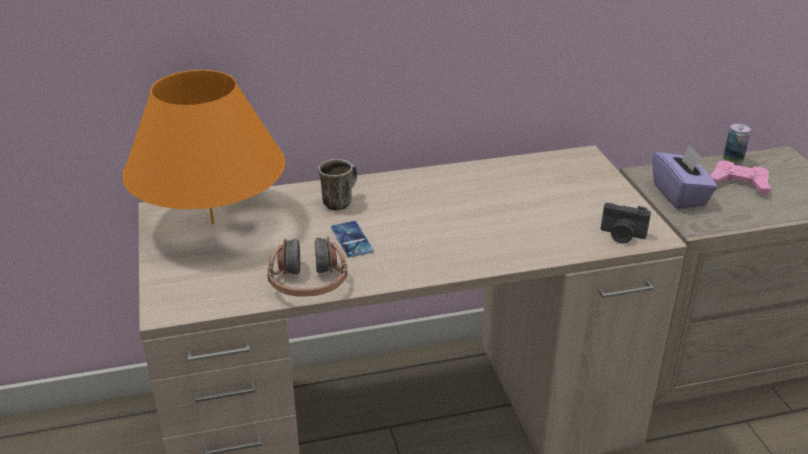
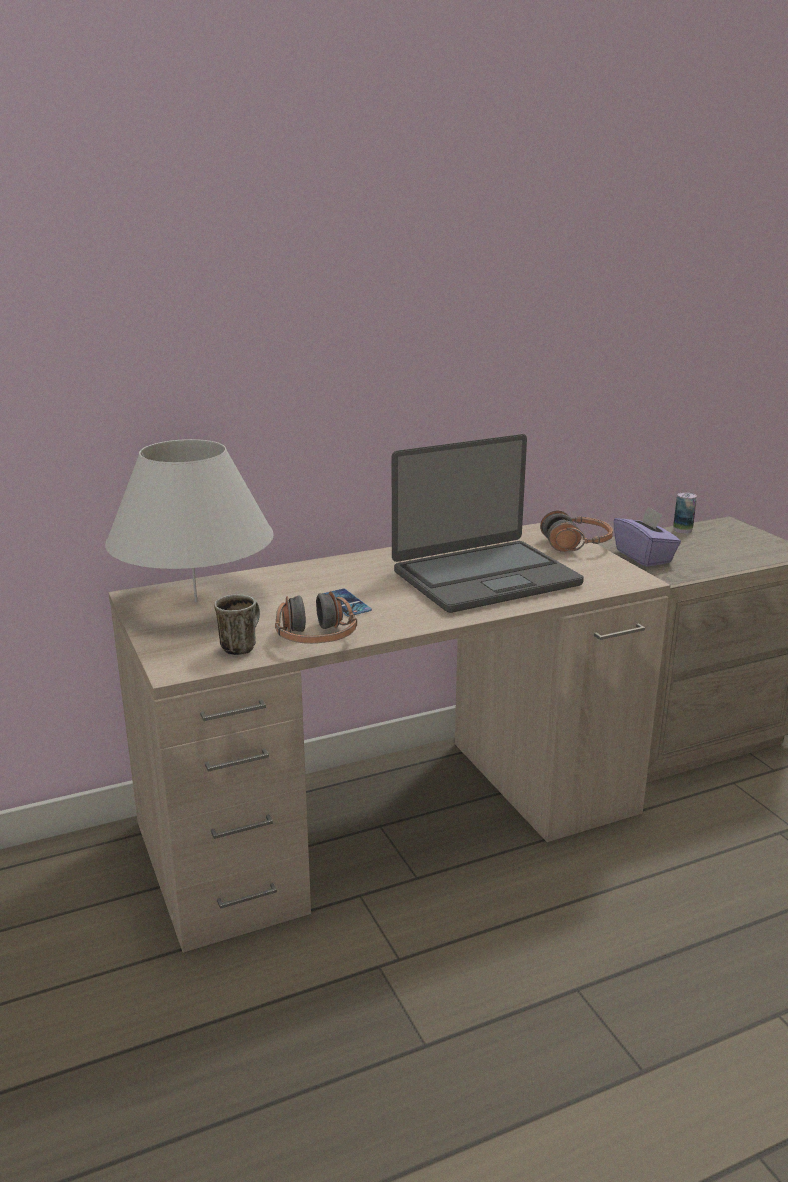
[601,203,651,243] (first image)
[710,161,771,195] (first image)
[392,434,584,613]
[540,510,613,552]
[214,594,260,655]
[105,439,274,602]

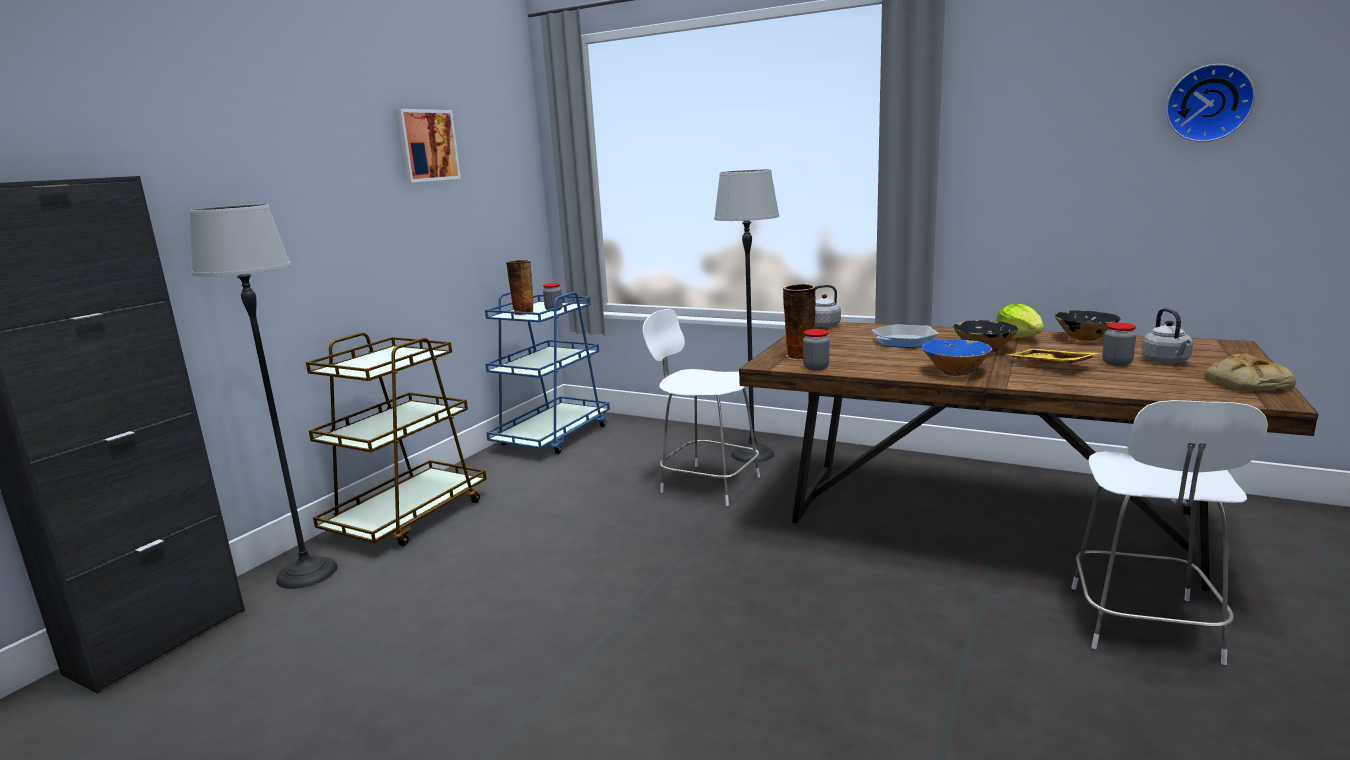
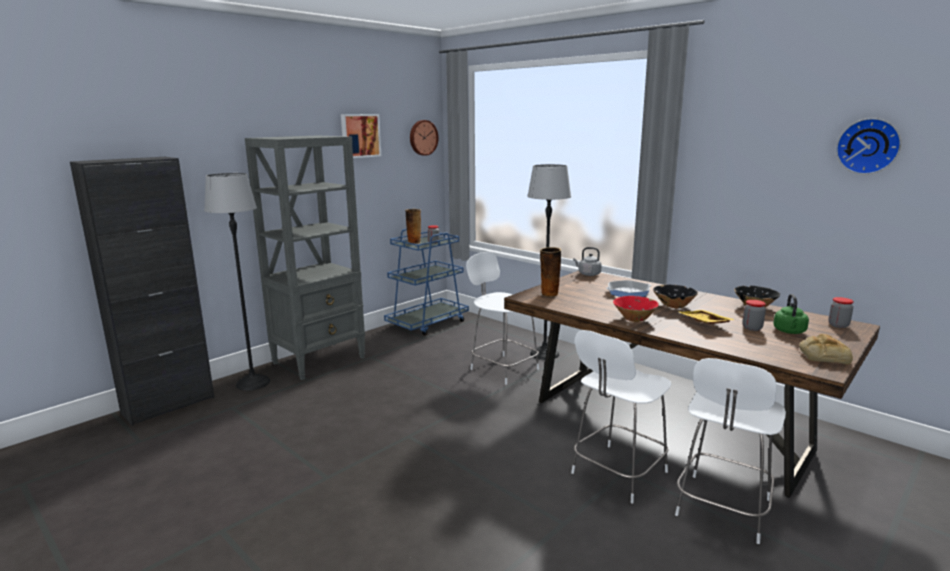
[996,304,1044,339] (first image)
[410,120,438,156]
[571,330,672,504]
[828,297,854,328]
[245,136,365,380]
[613,296,659,322]
[773,294,809,334]

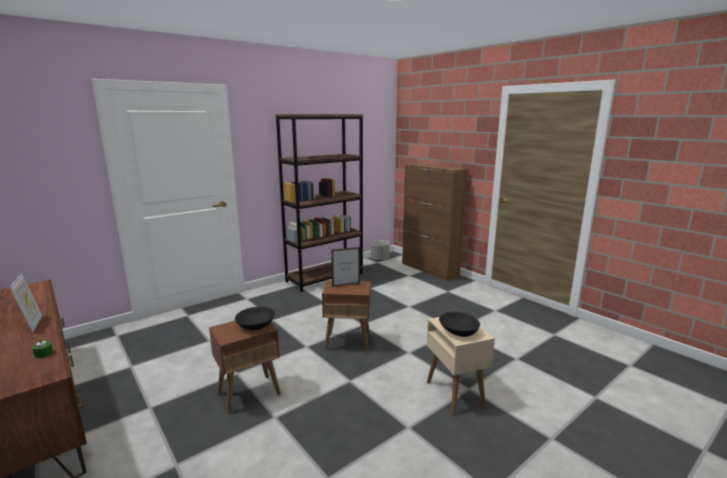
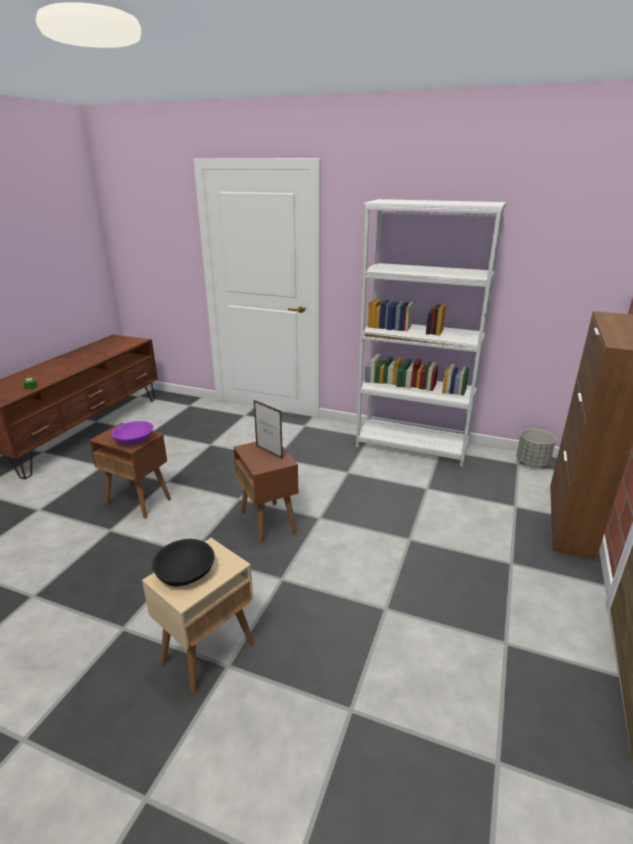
[9,273,42,333] (first image)
[111,421,154,445]
[356,199,506,467]

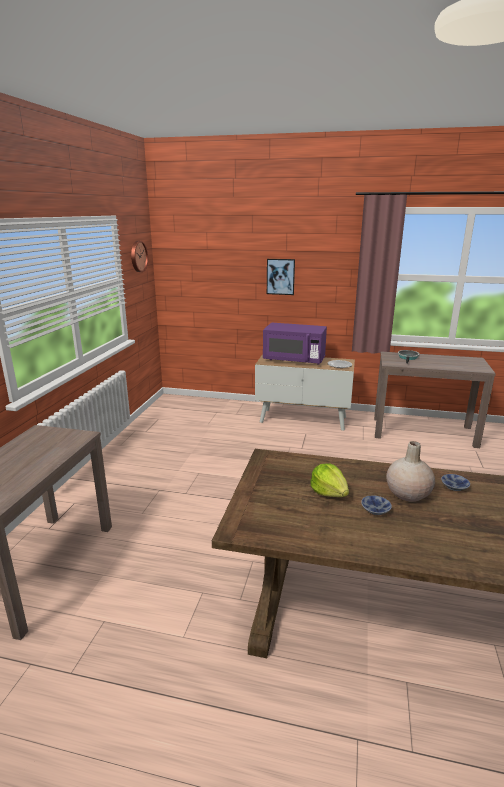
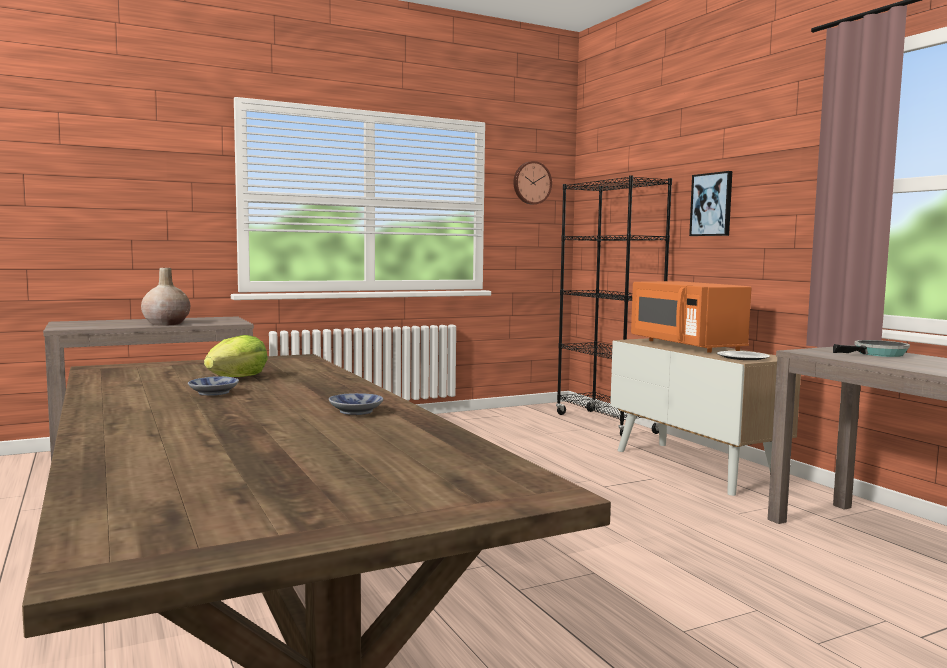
[556,175,672,436]
[141,268,190,326]
[631,281,751,353]

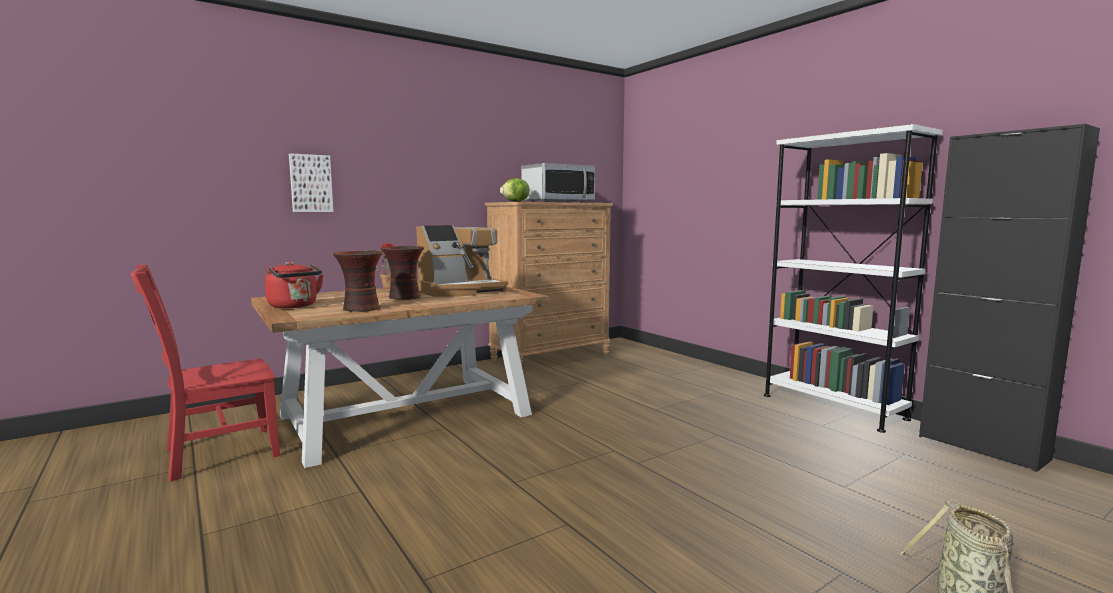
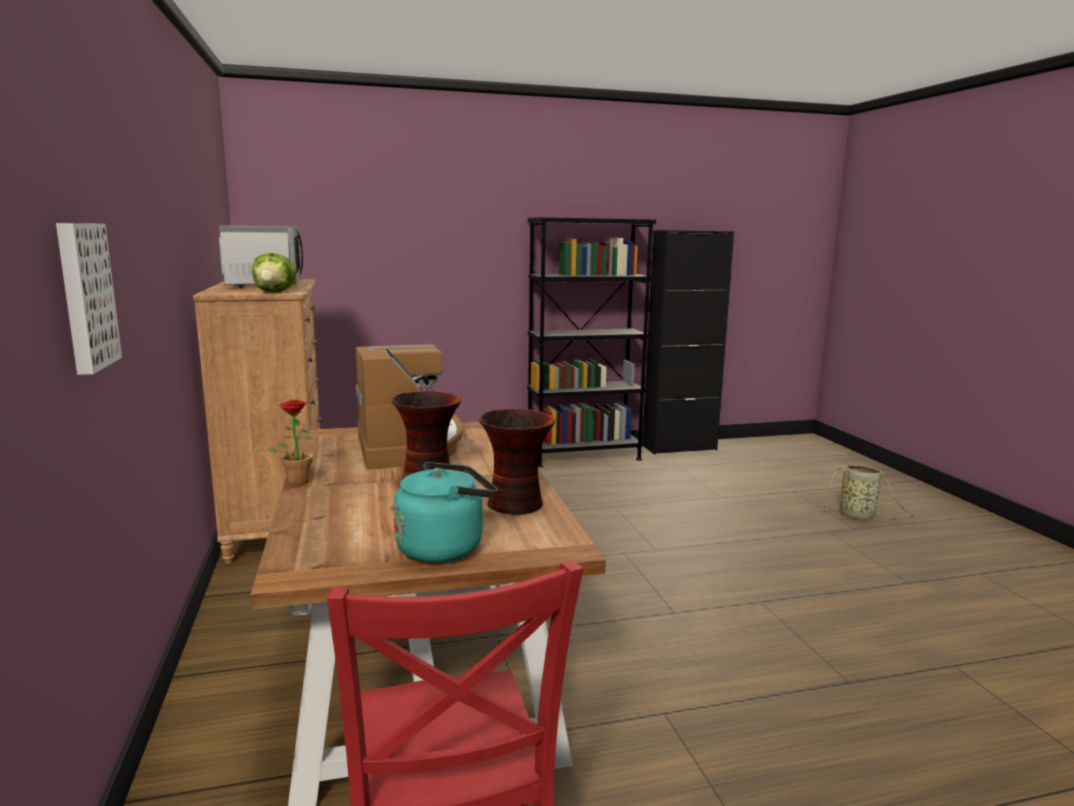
[393,462,498,563]
[527,217,656,468]

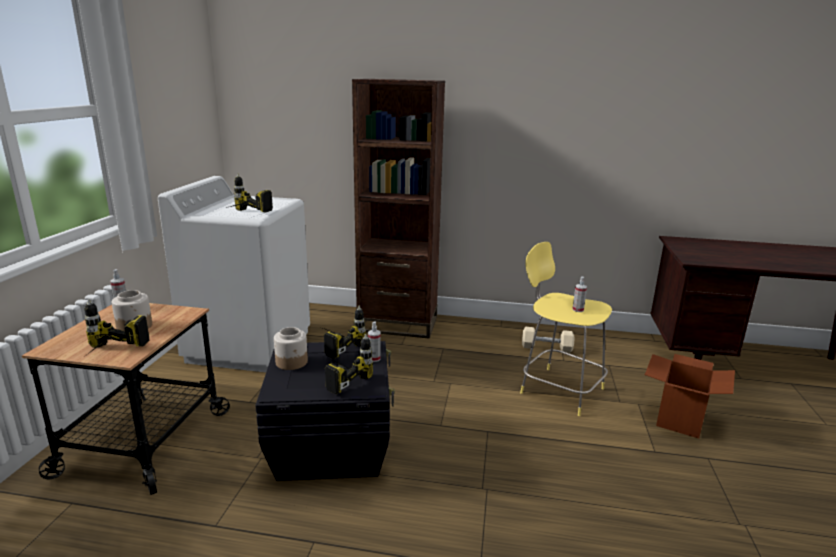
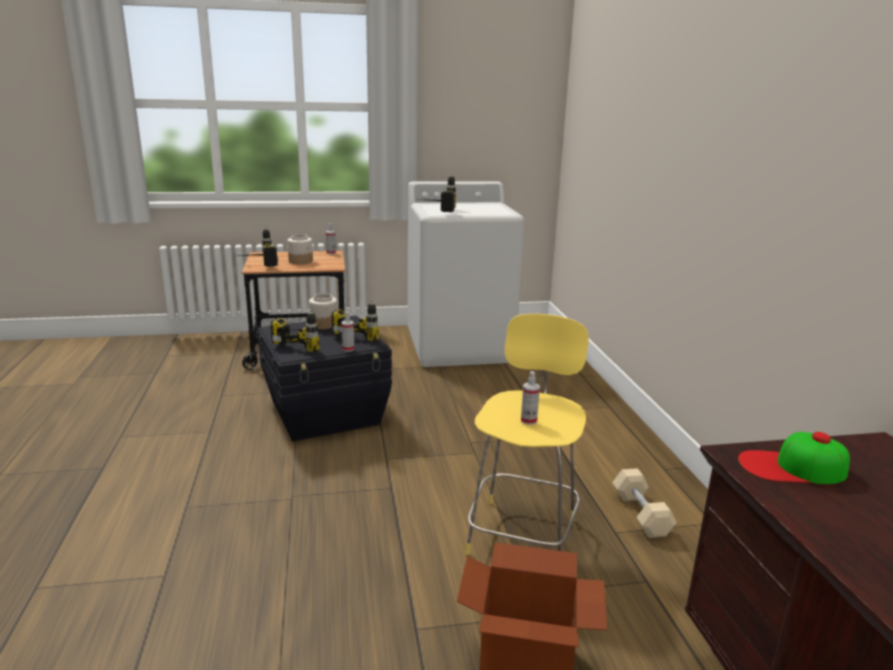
[352,79,445,339] (first image)
[738,432,850,484]

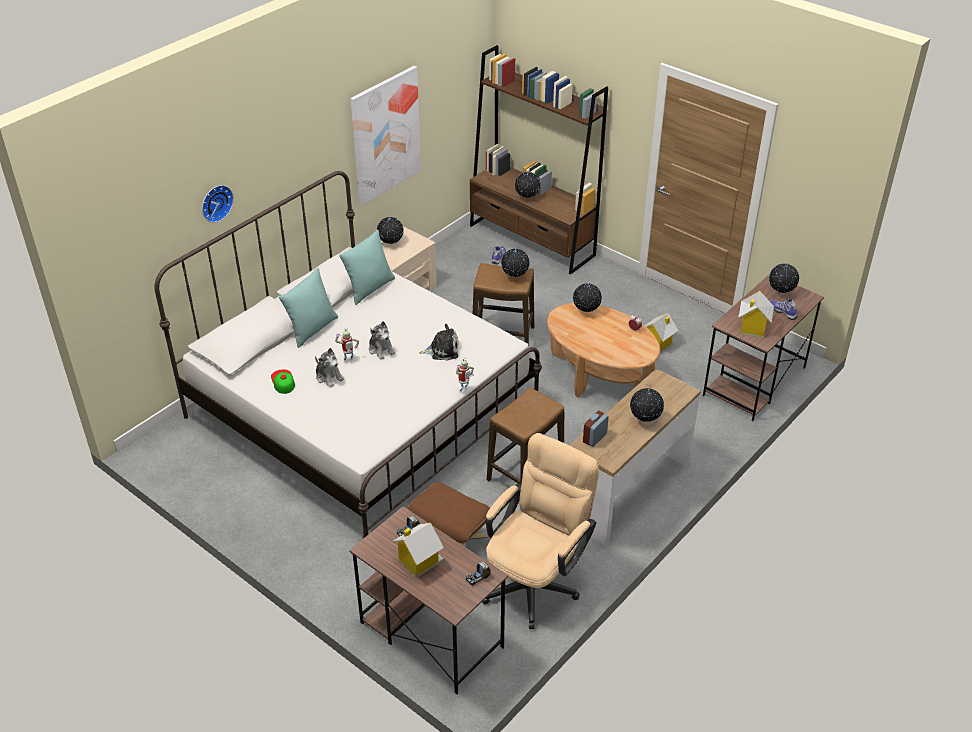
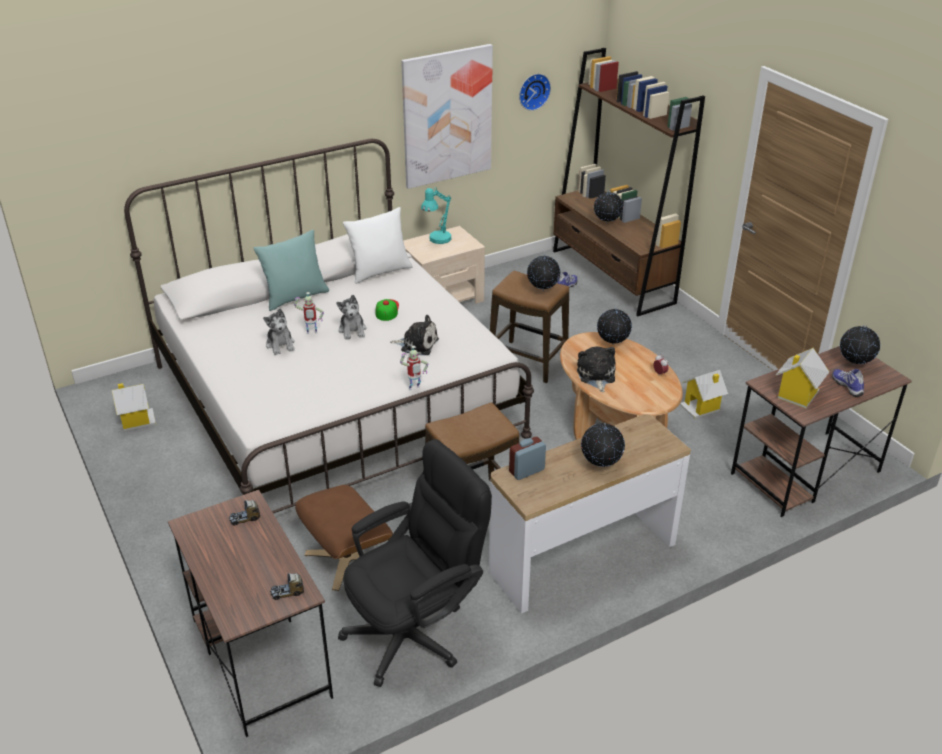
[577,346,616,392]
[519,74,551,111]
[375,299,399,321]
[112,383,156,431]
[421,187,451,244]
[343,207,413,284]
[338,439,492,687]

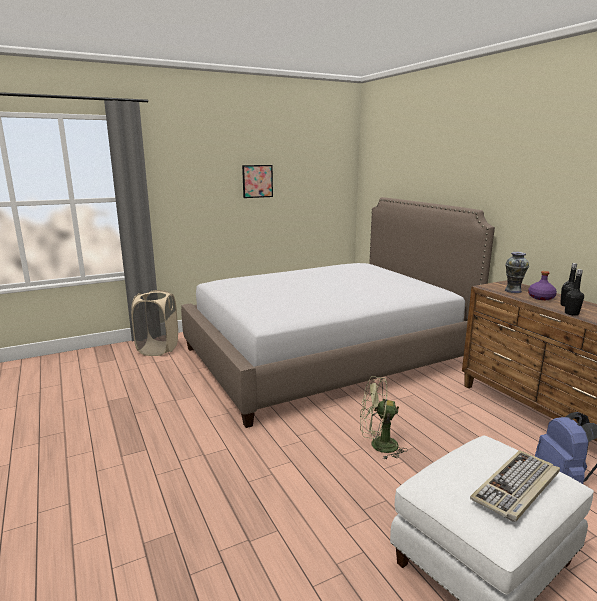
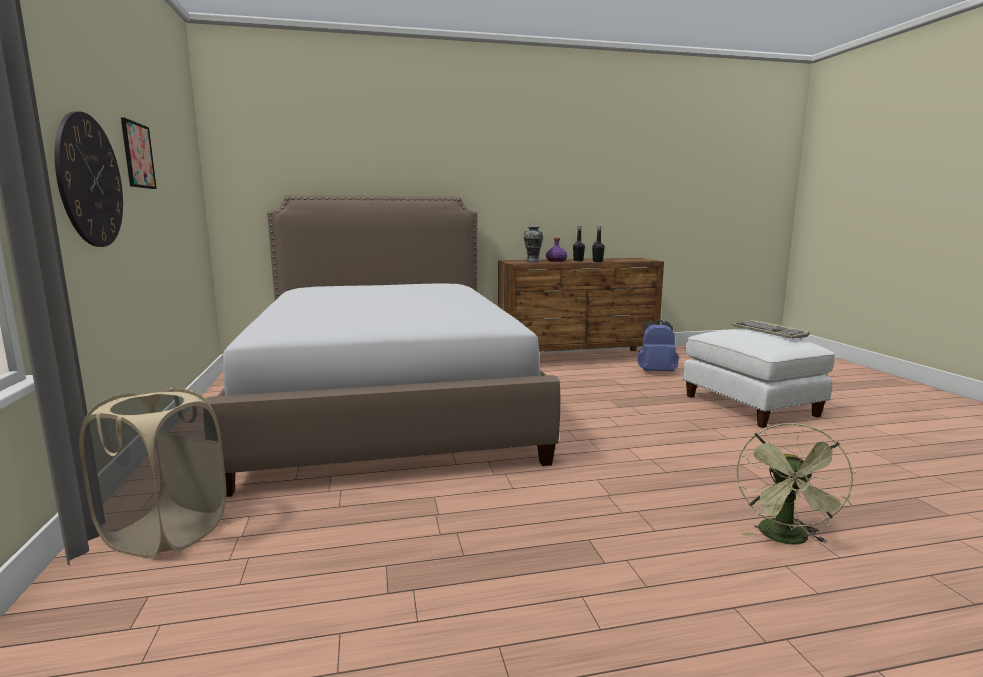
[54,111,123,247]
[736,423,856,545]

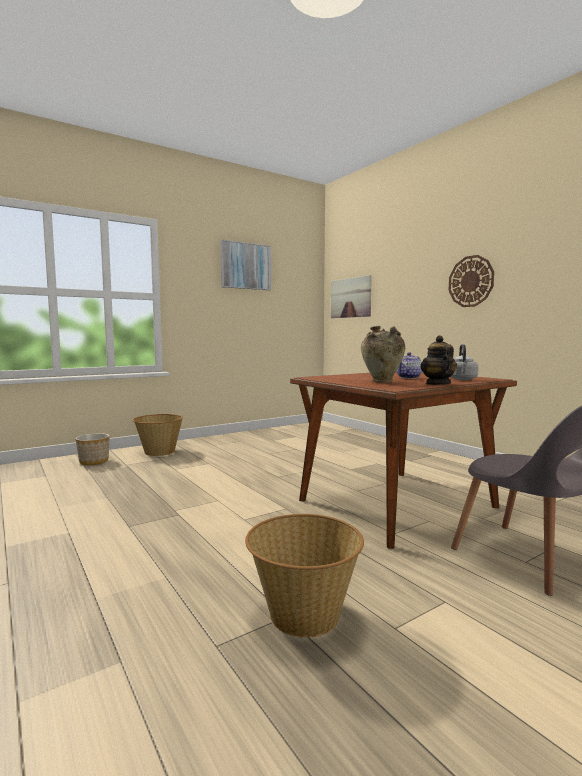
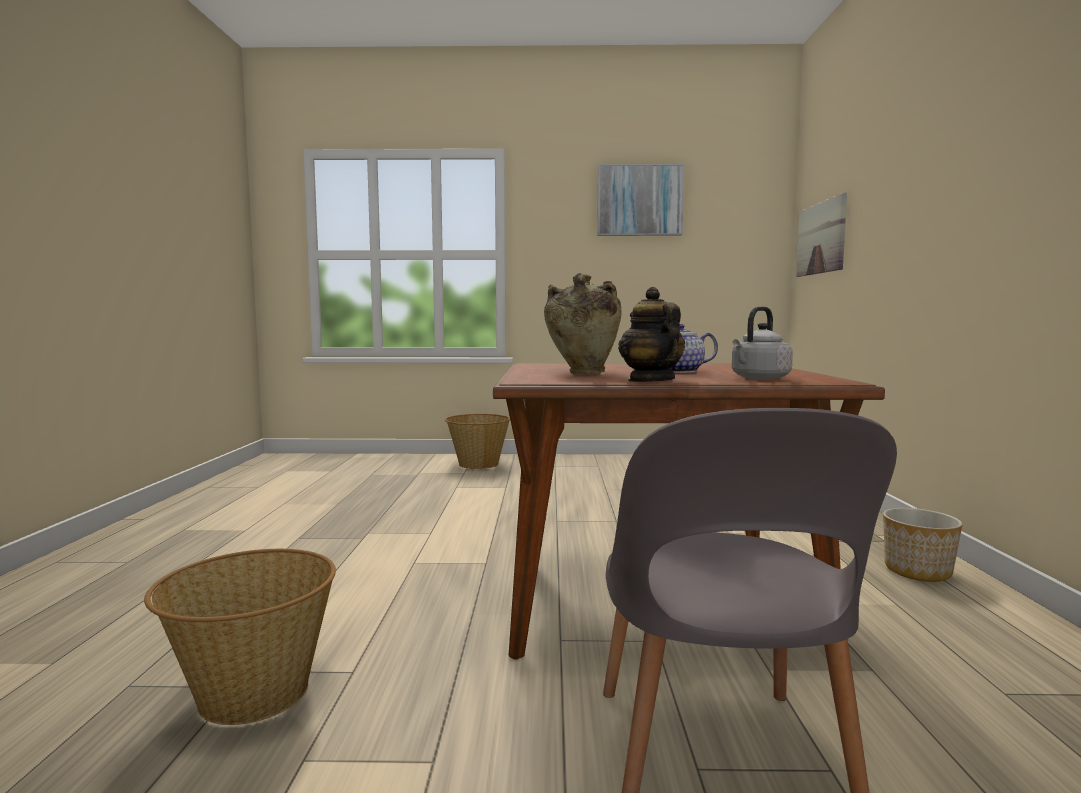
[449,255,494,307] (first image)
[883,508,963,582]
[618,287,685,382]

